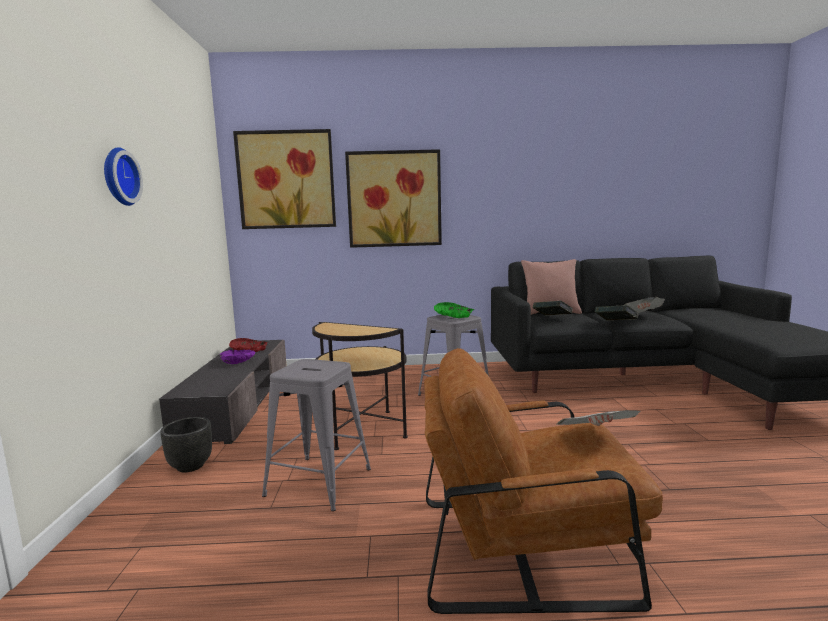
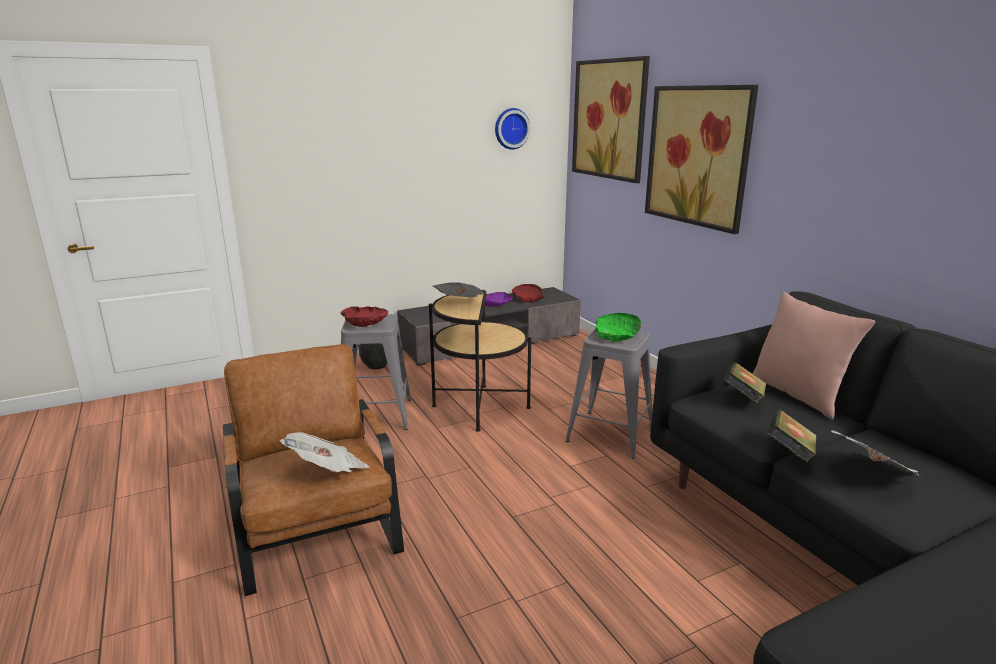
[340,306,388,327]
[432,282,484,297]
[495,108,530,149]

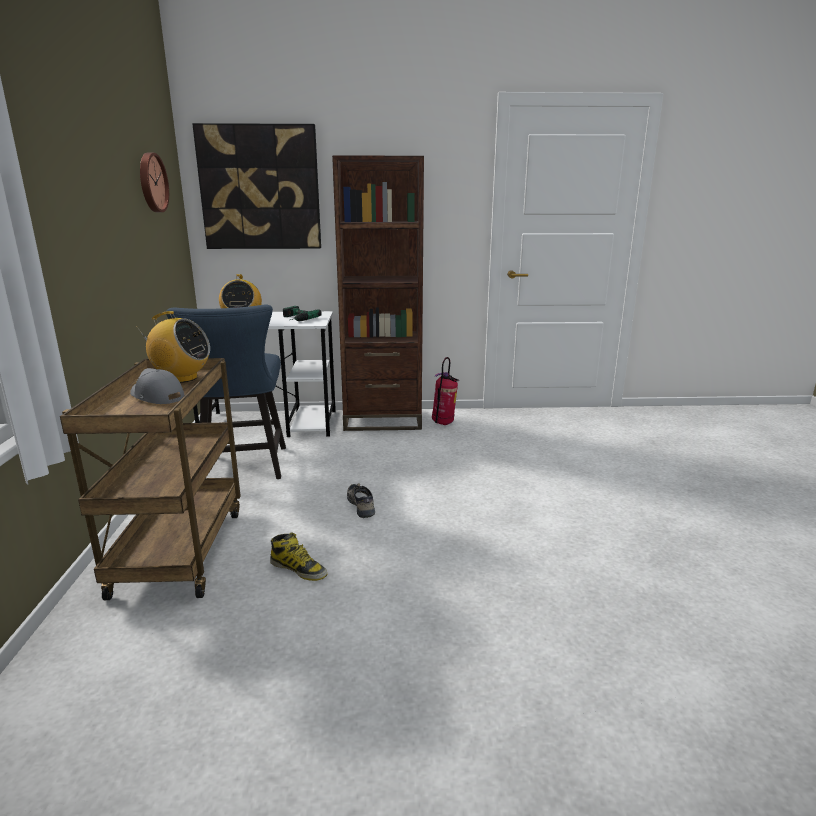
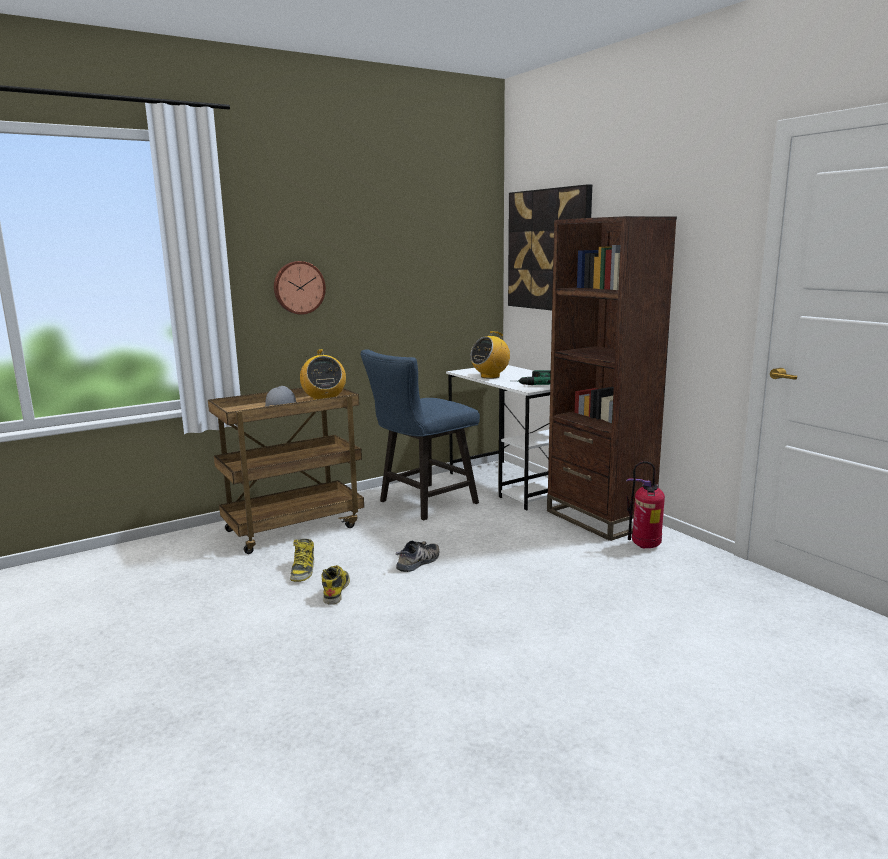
[321,565,350,605]
[274,261,326,315]

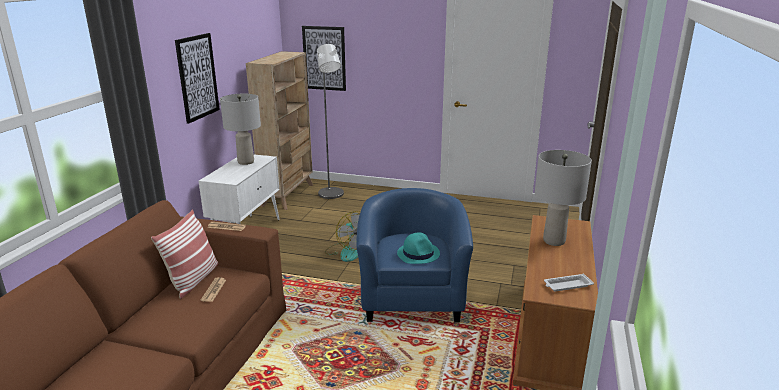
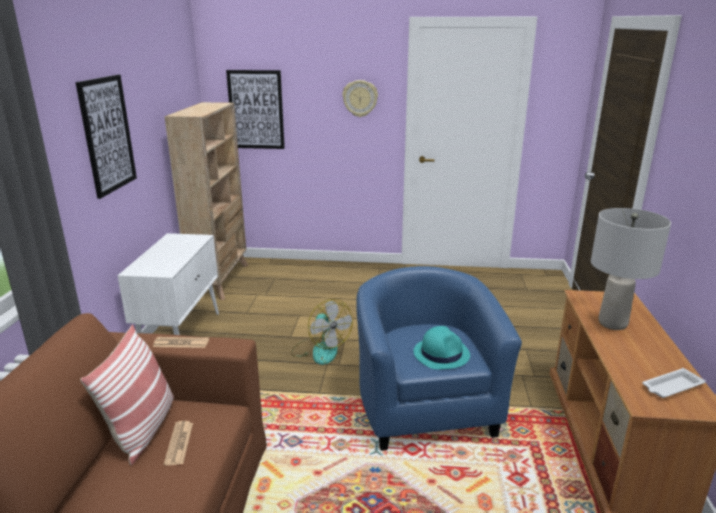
[220,94,261,165] (first image)
[317,44,344,199] (first image)
[342,80,378,117]

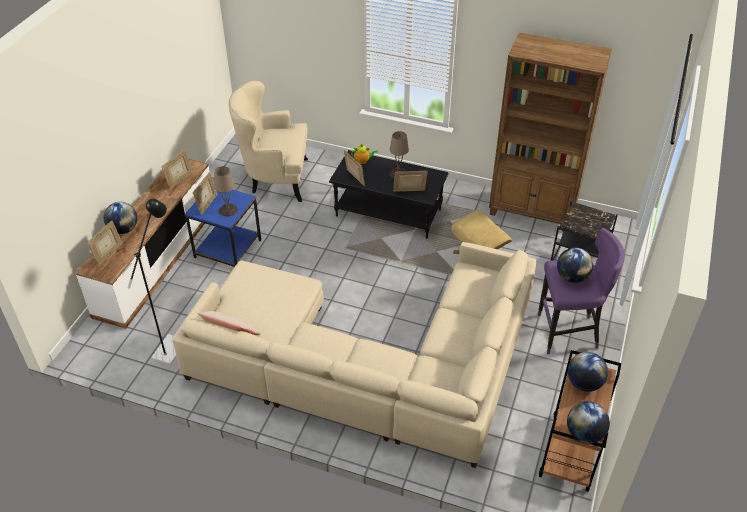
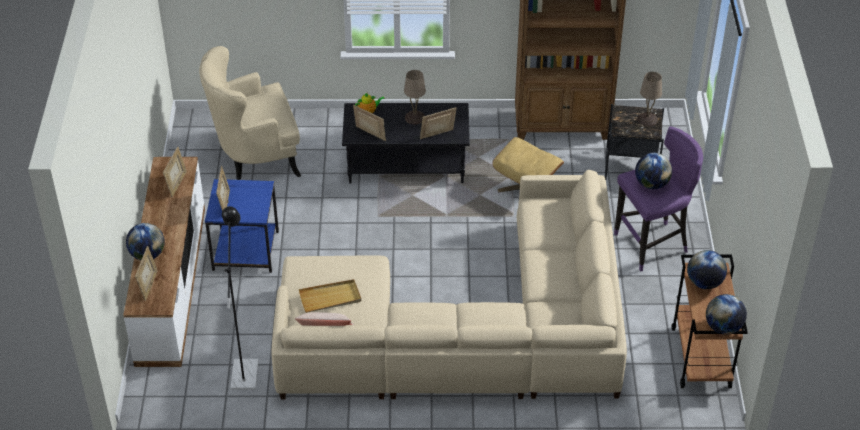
[299,279,361,313]
[637,72,662,126]

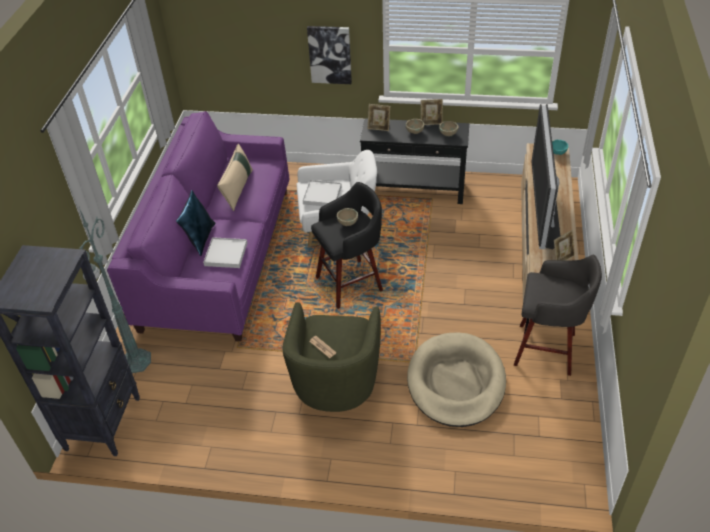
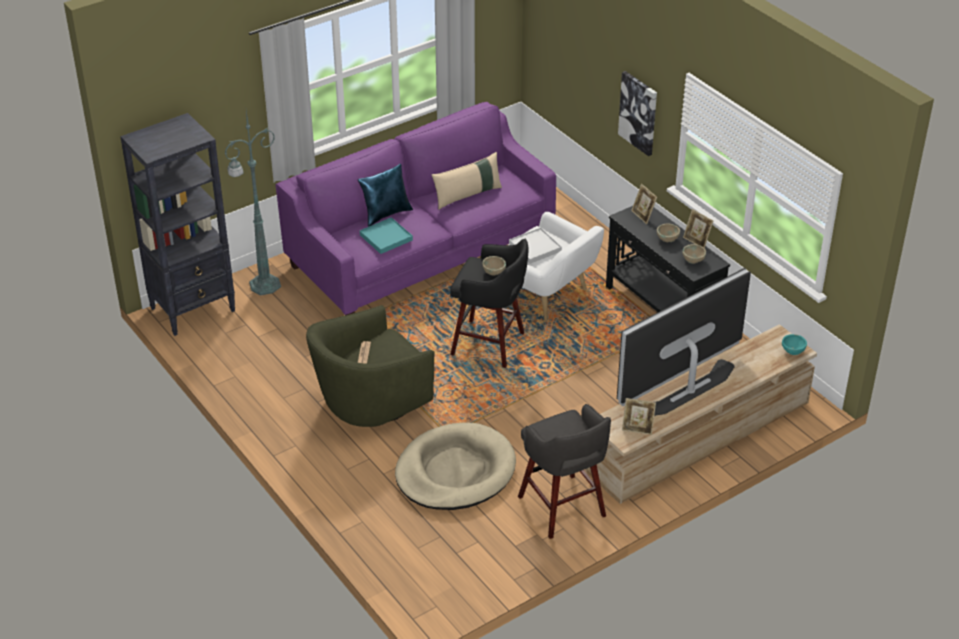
[360,217,413,254]

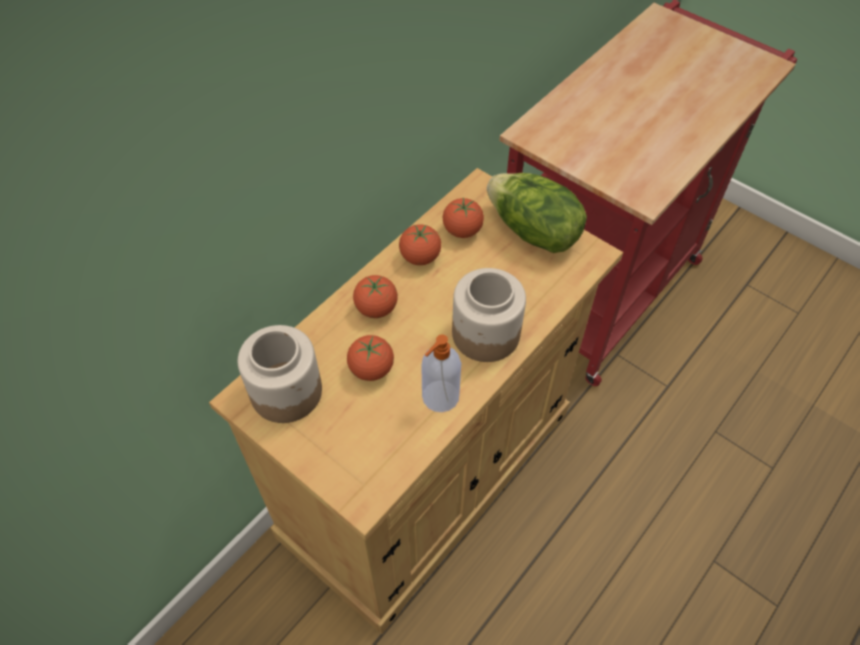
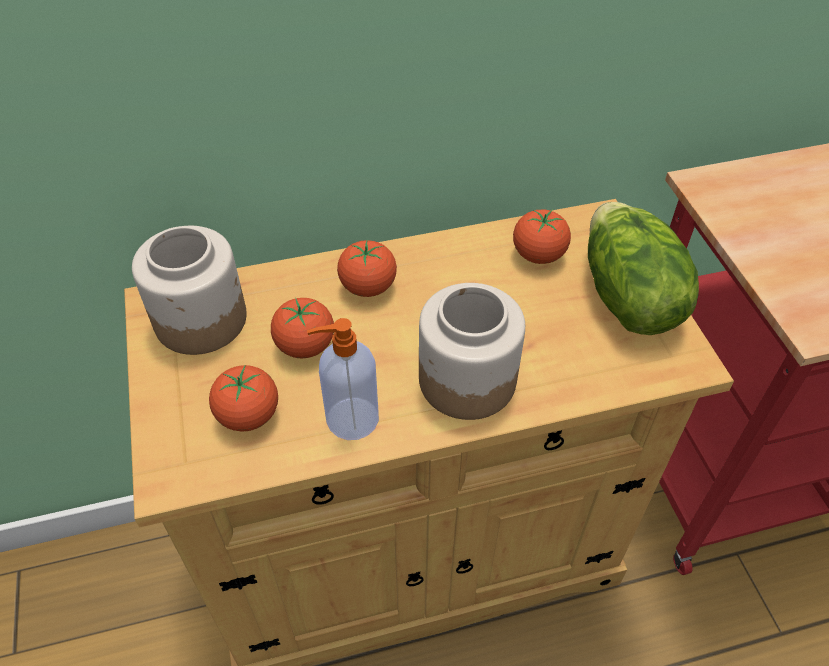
[209,365,278,431]

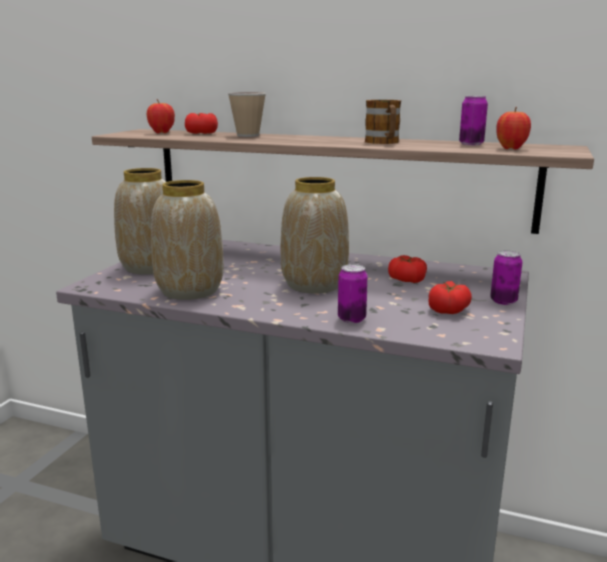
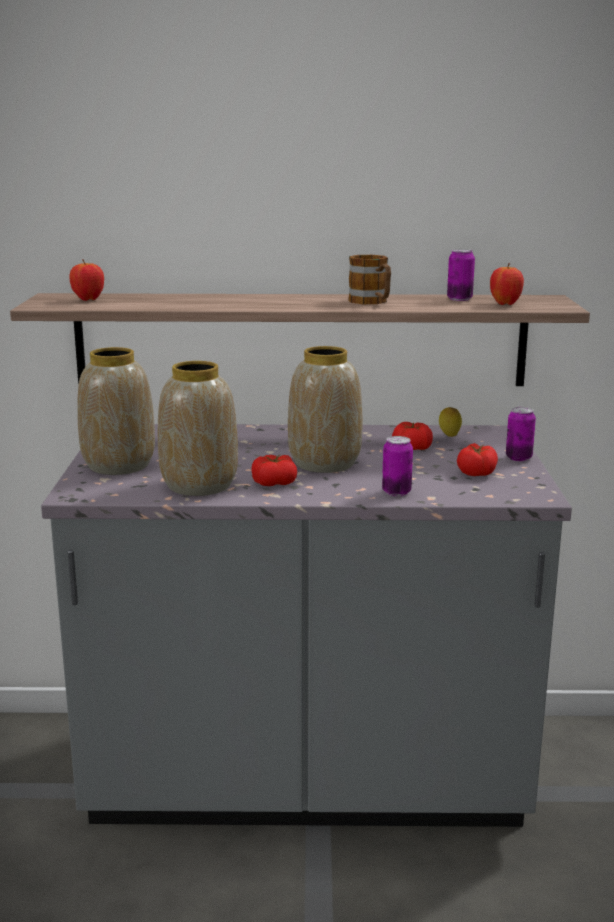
[228,92,266,137] (first image)
[439,407,462,437]
[251,455,297,486]

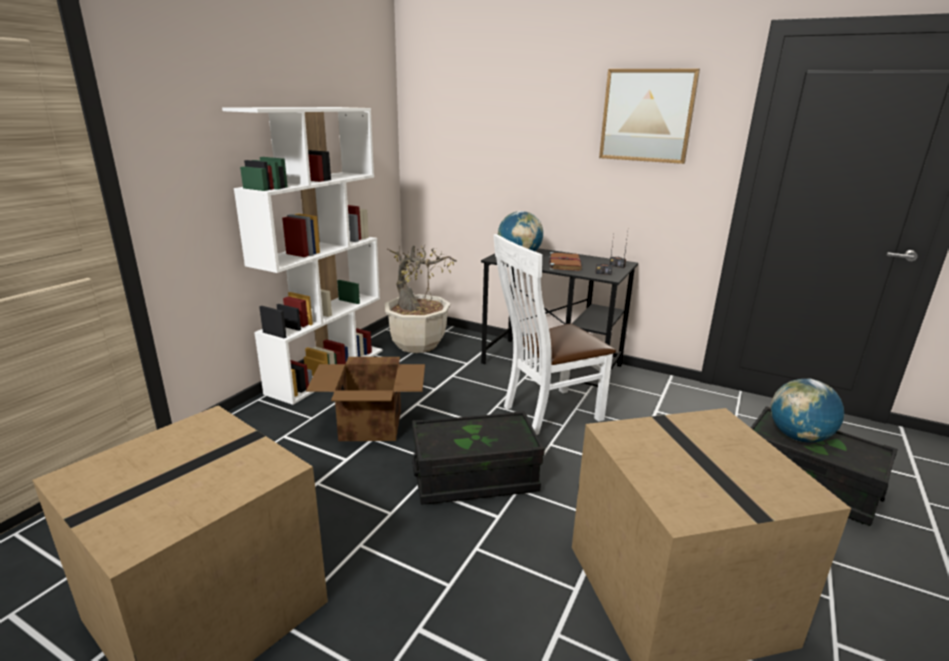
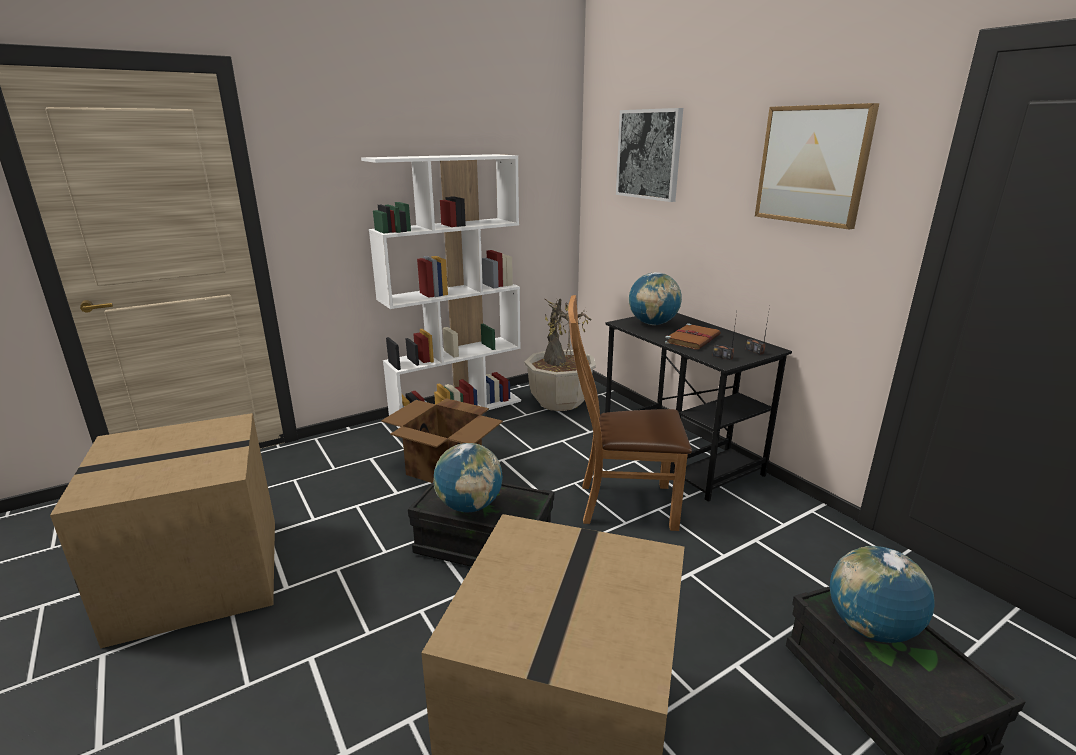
[433,443,503,512]
[616,108,683,202]
[568,295,692,531]

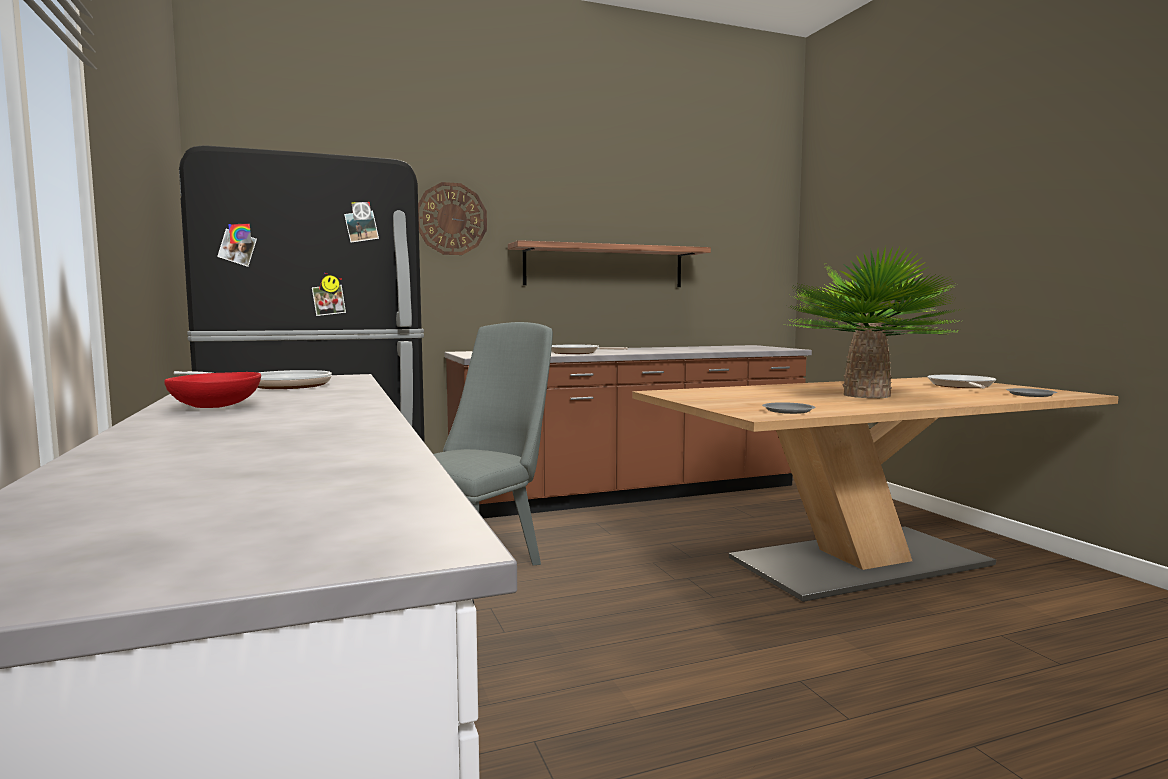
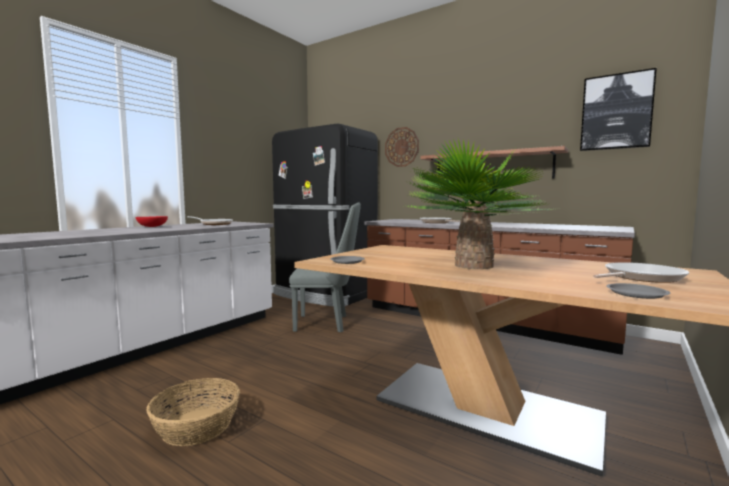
[146,378,240,446]
[580,68,657,151]

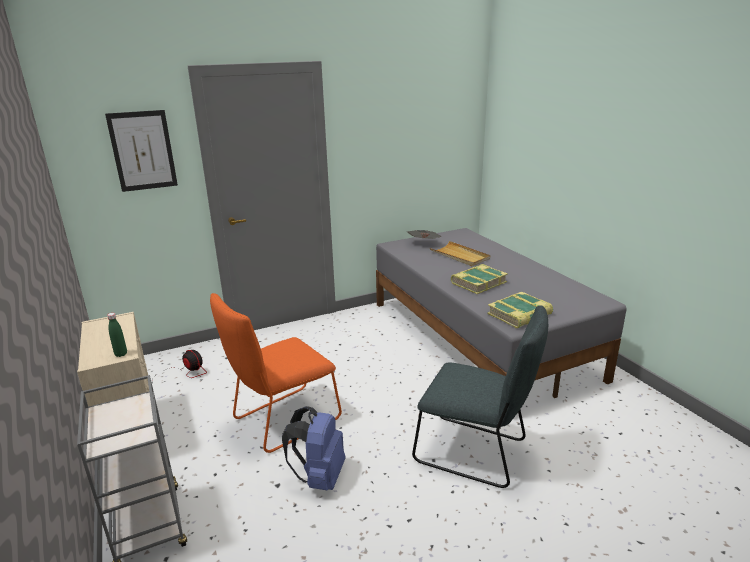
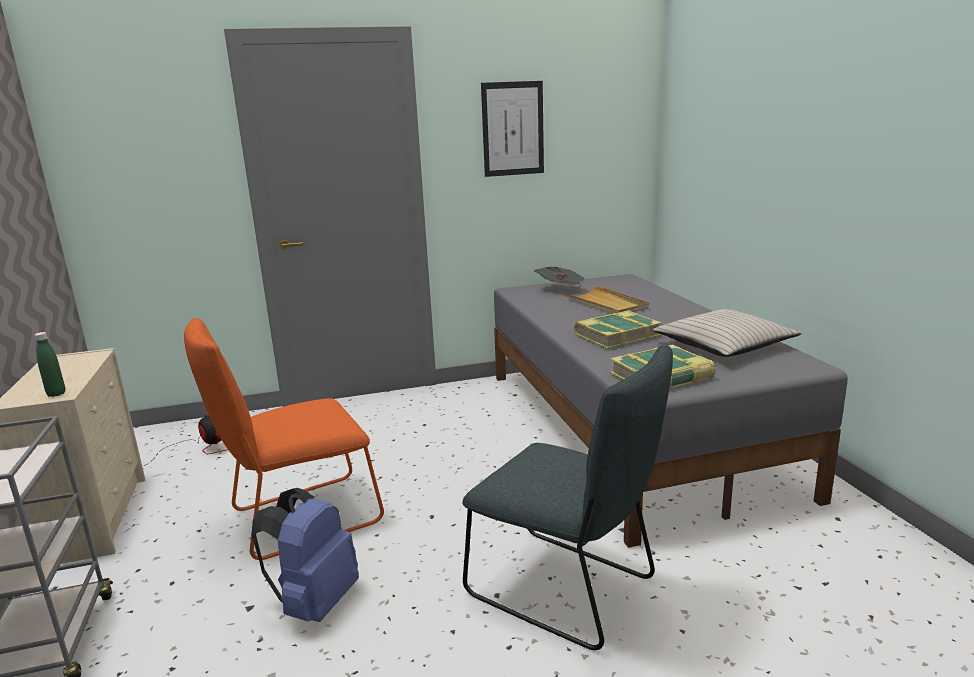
[653,309,802,357]
[481,81,544,177]

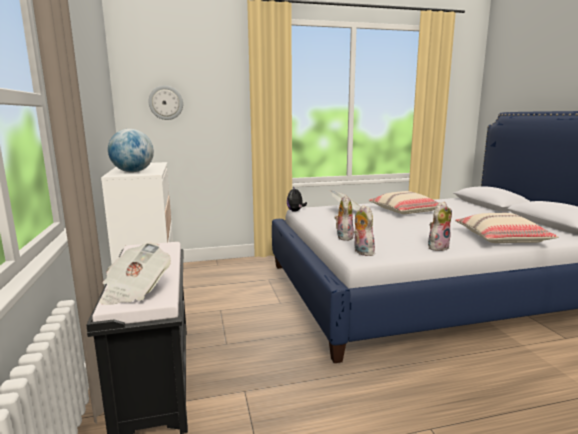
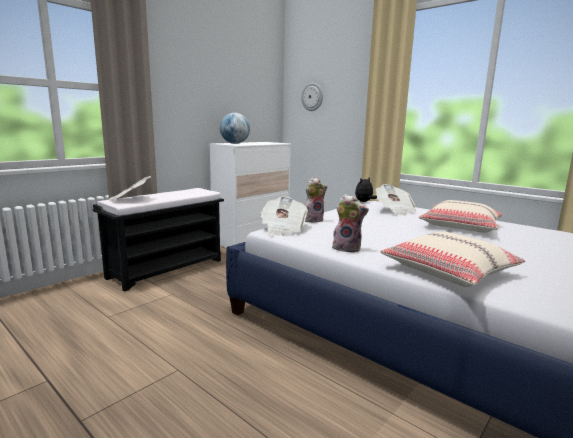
[260,196,308,236]

